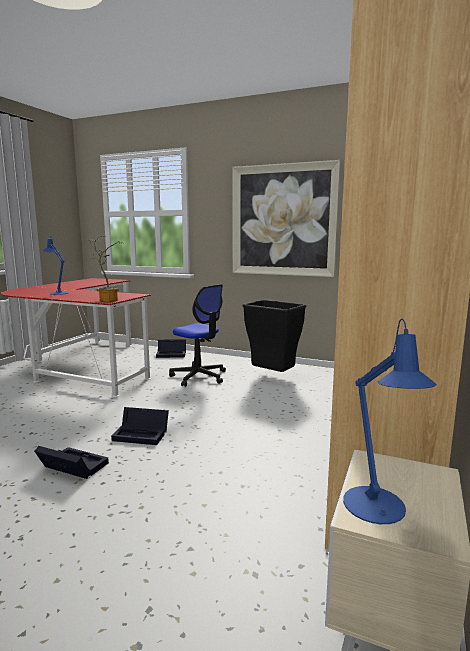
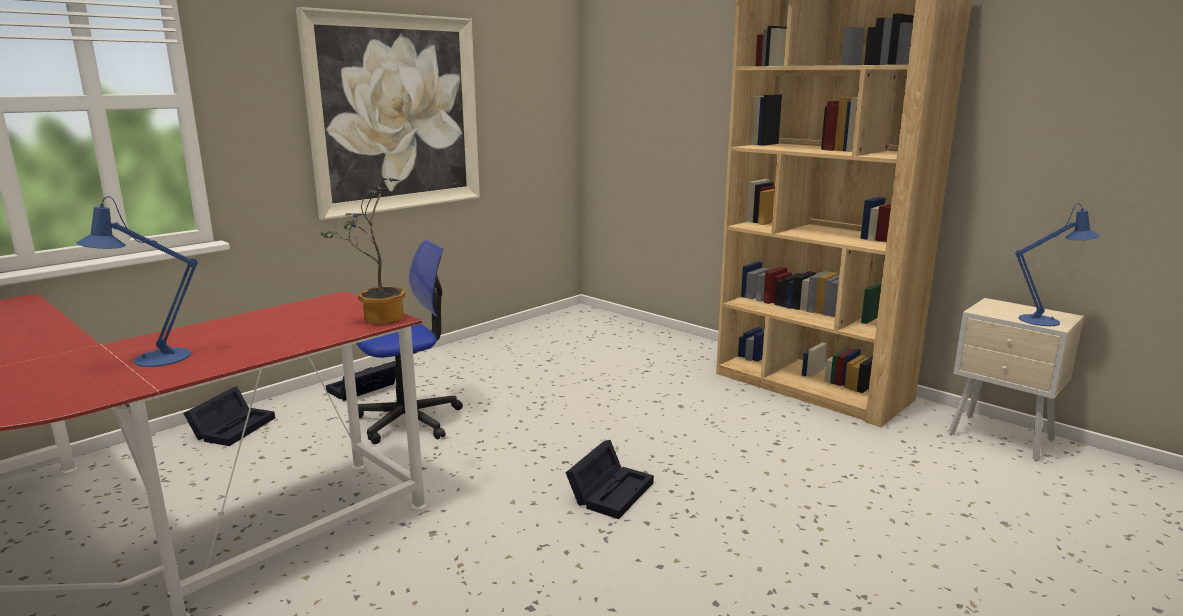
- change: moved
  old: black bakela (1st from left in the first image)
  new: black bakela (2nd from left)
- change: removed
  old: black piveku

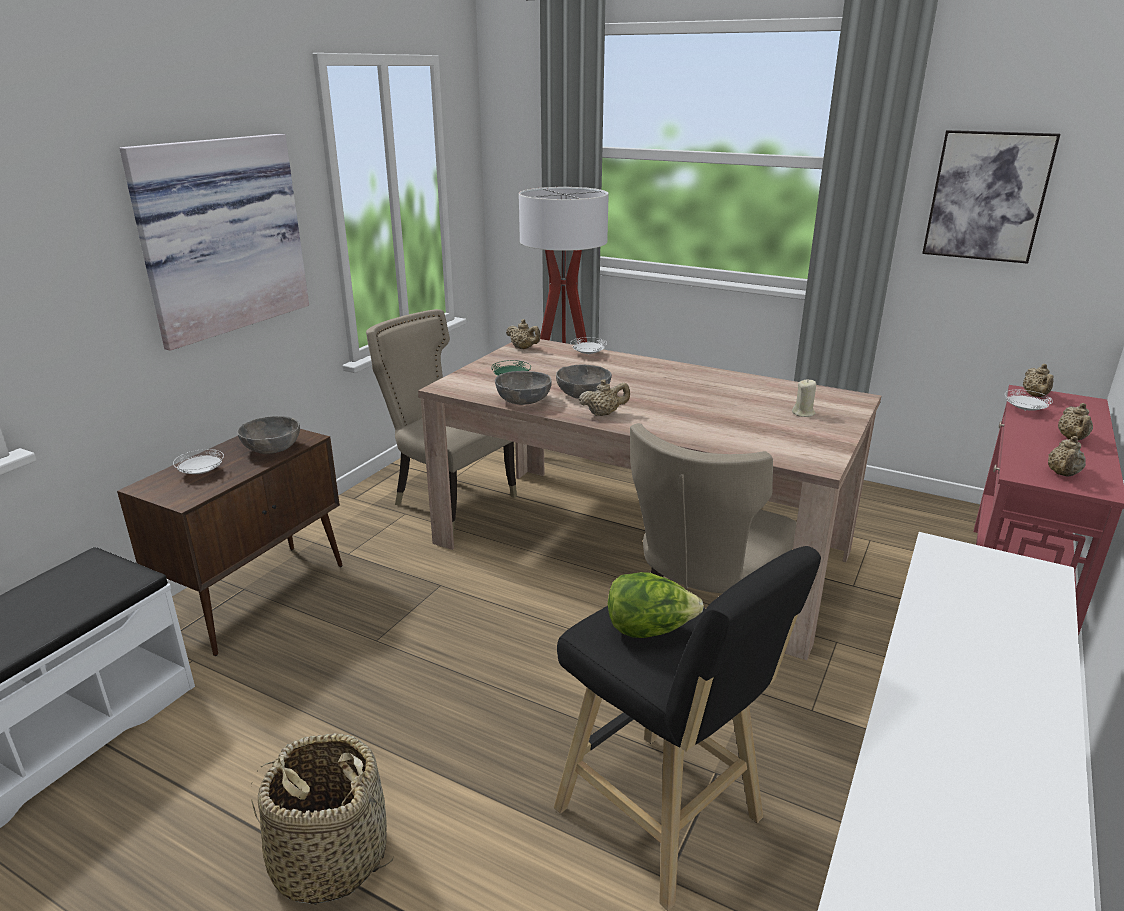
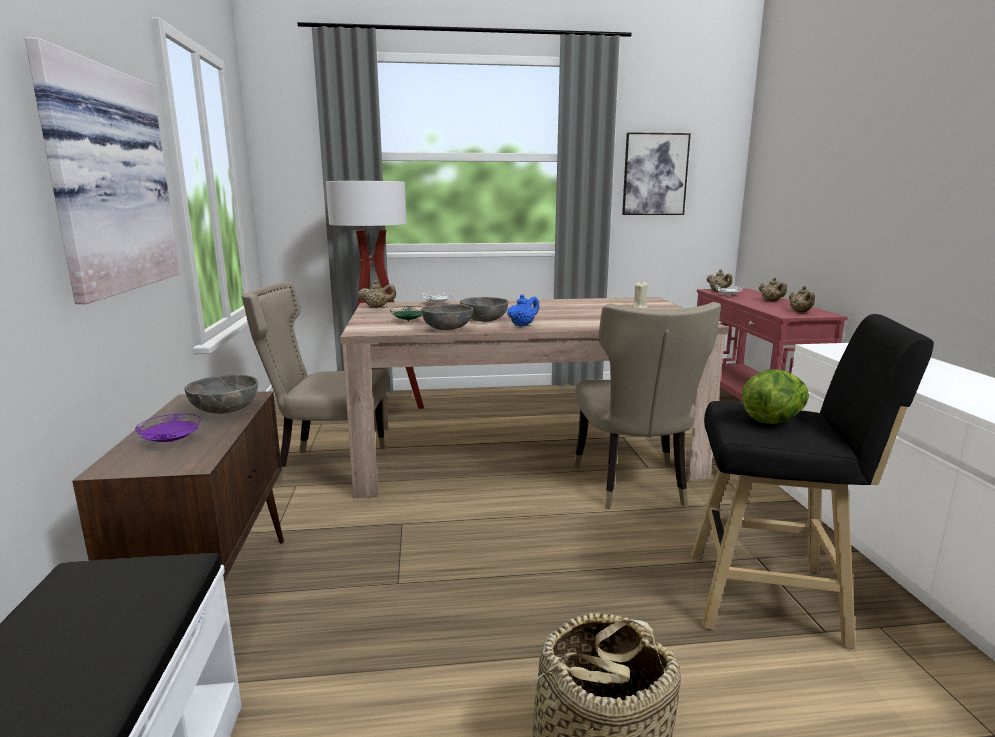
- change: recoloured
  old: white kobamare (1st from left)
  new: purple kobamare
- change: recoloured
  old: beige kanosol (2nd from left)
  new: blue kanosol

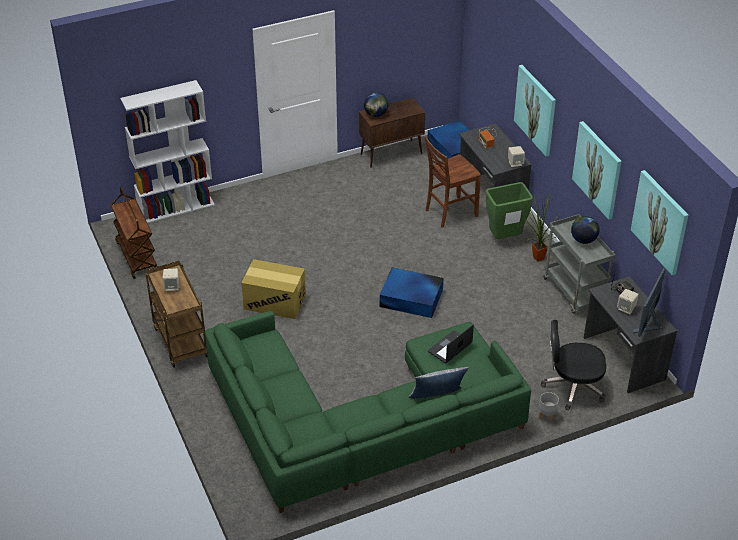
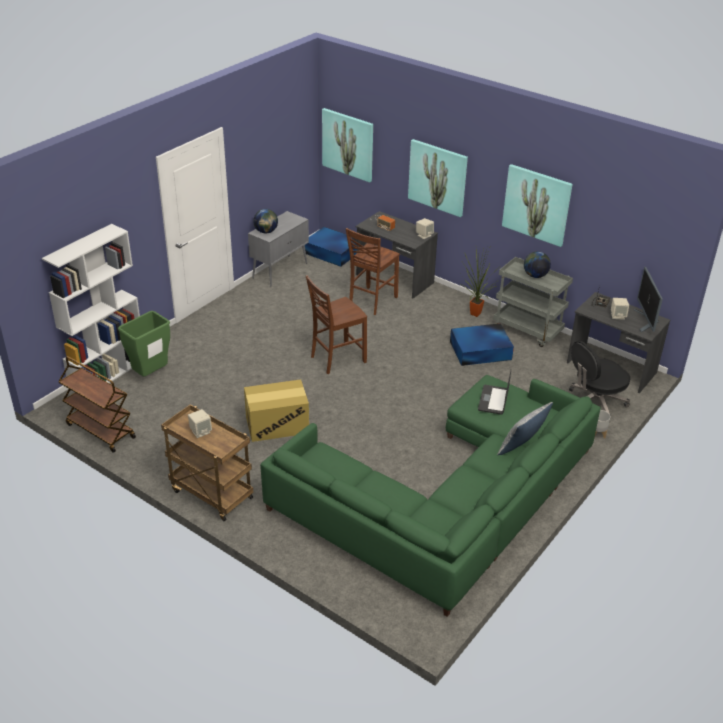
- change: recoloured
  old: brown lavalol
  new: grey lavalol
- change: moved
  old: blue bakela (1st from left in the first image)
  new: blue bakela (2nd from left)
- change: moved
  old: green piveku
- change: moved
  old: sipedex (3rd from left in the first image)
  new: sipedex (1st from left)
- change: added
  new: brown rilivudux (1st from left)

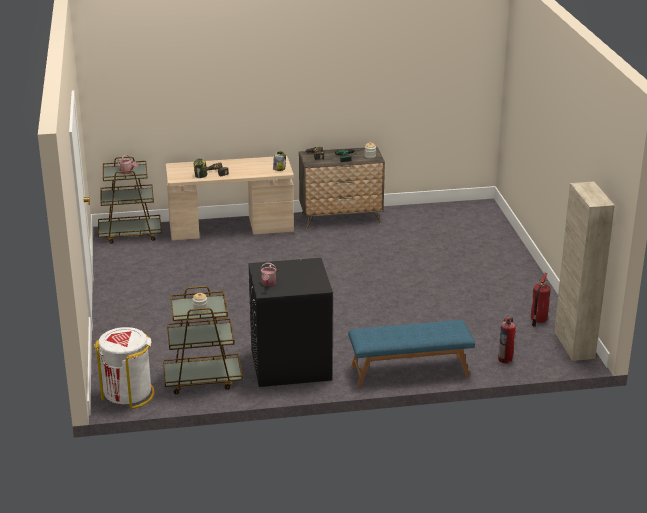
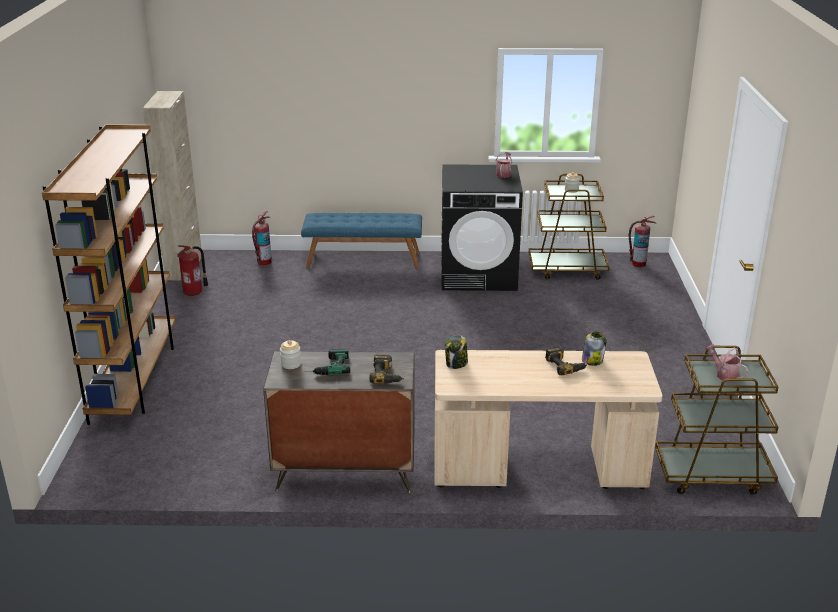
- change: replaced
  old: white piveku
  new: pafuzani (3rd from left)
- change: added
  new: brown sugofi

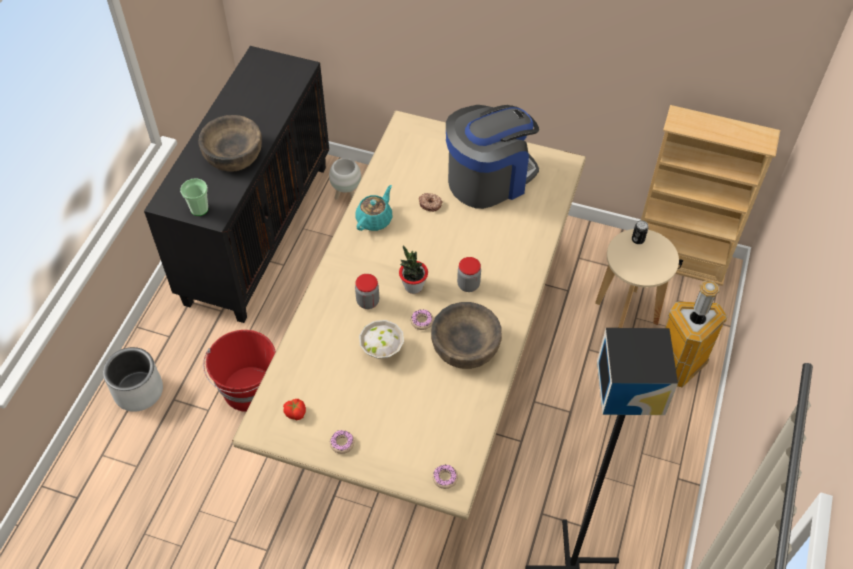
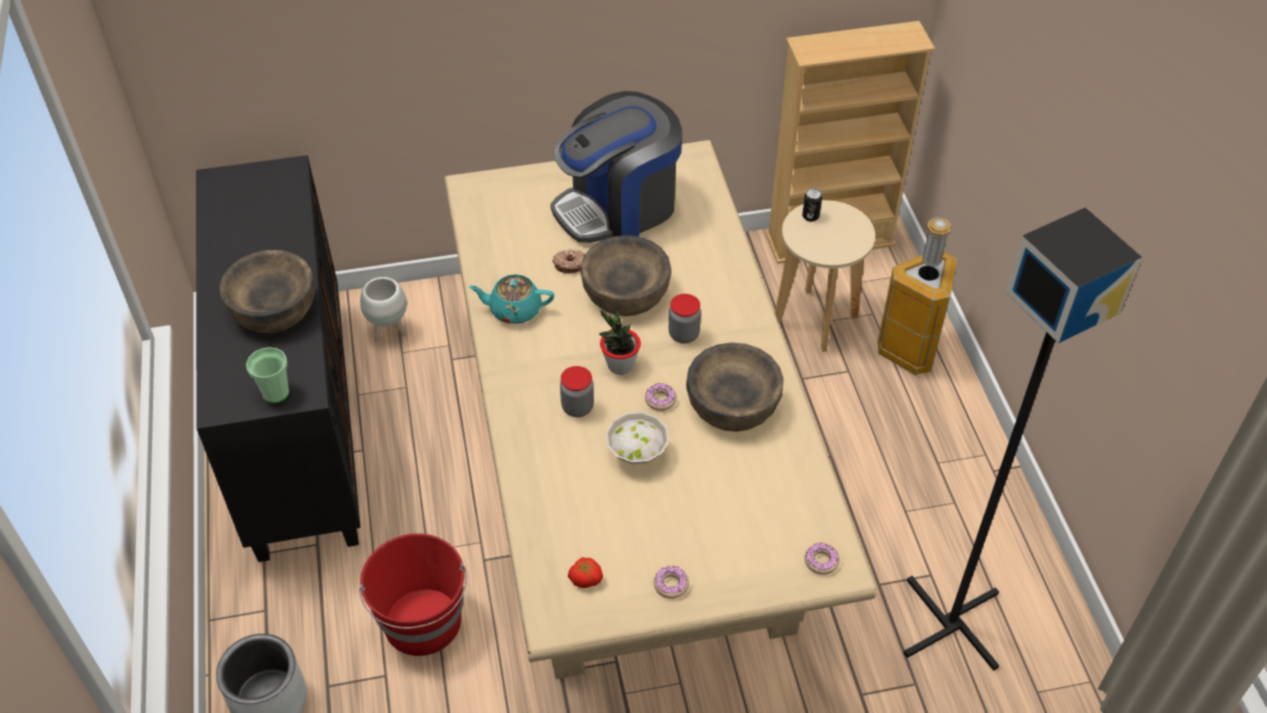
- change: turned
  old: turquoise kanosol
  degrees: -90
- change: turned
  old: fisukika
  degrees: -150
- change: added
  new: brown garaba (2nd from left)

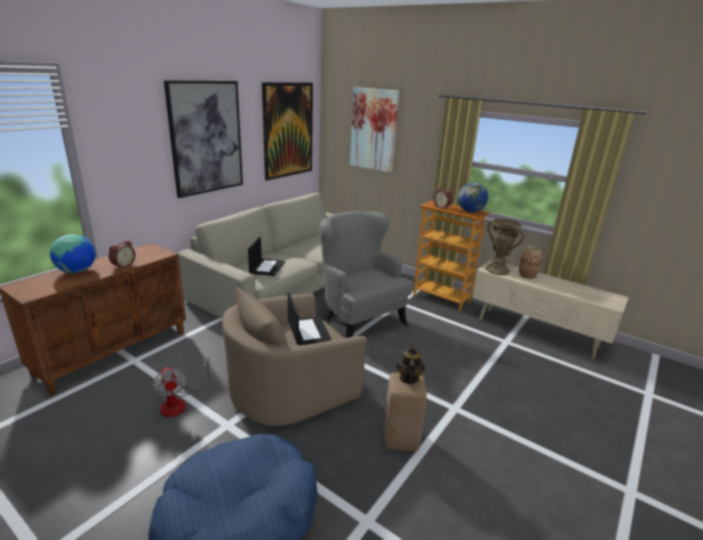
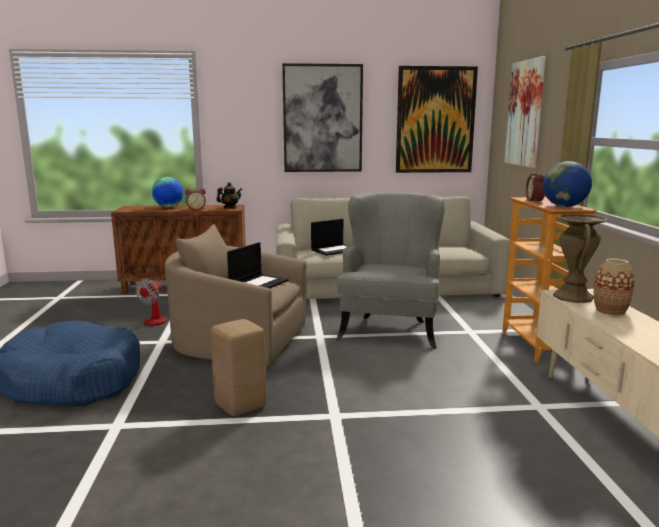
- change: moved
  old: kanosol

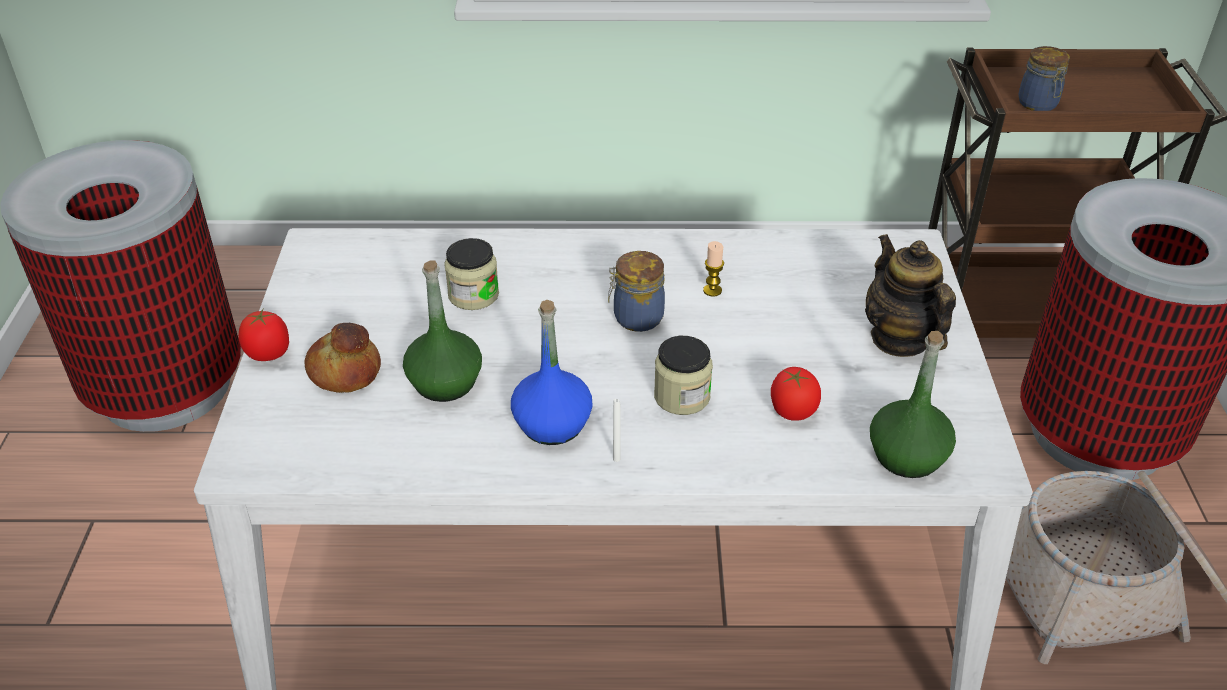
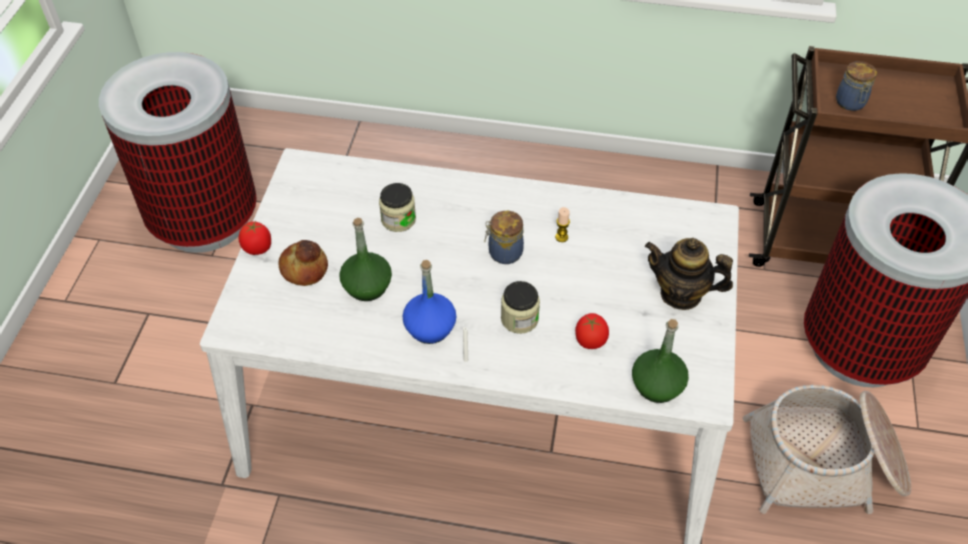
- change: turned
  old: kanosol
  degrees: -60

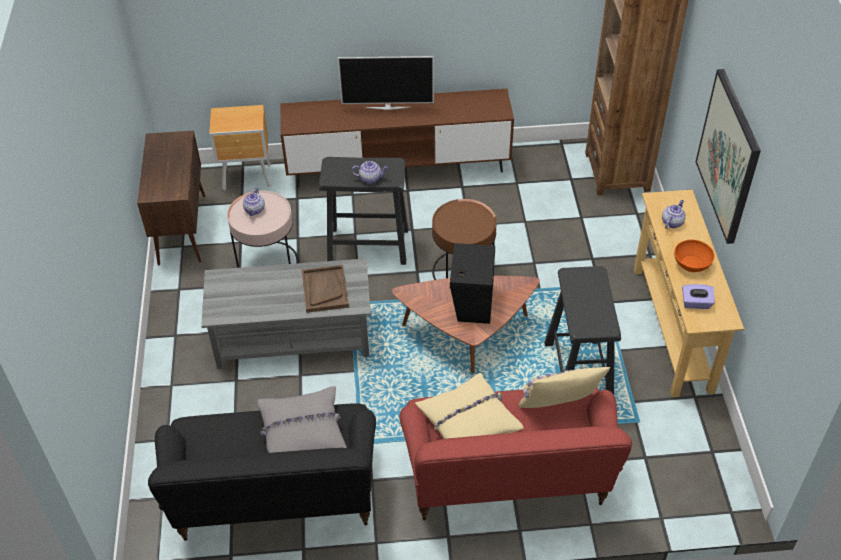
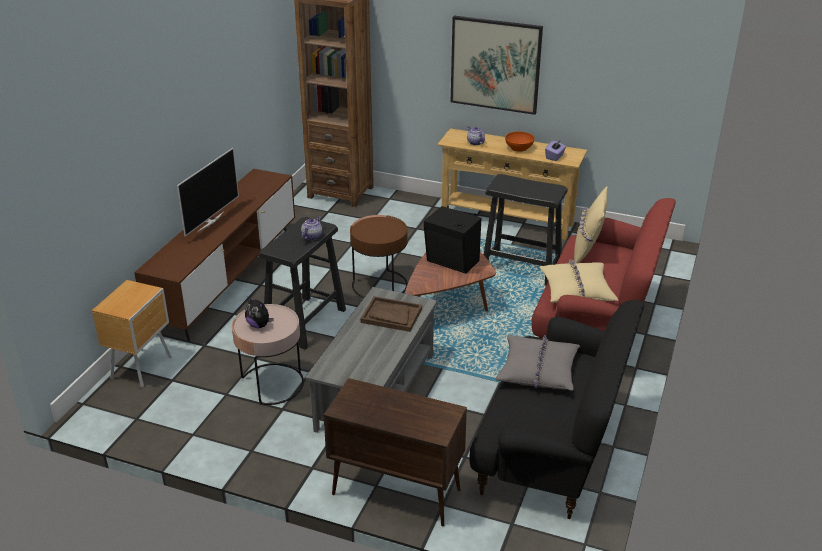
- change: moved
  old: brown lavalol
- change: replaced
  old: kanosol (1st from left)
  new: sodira

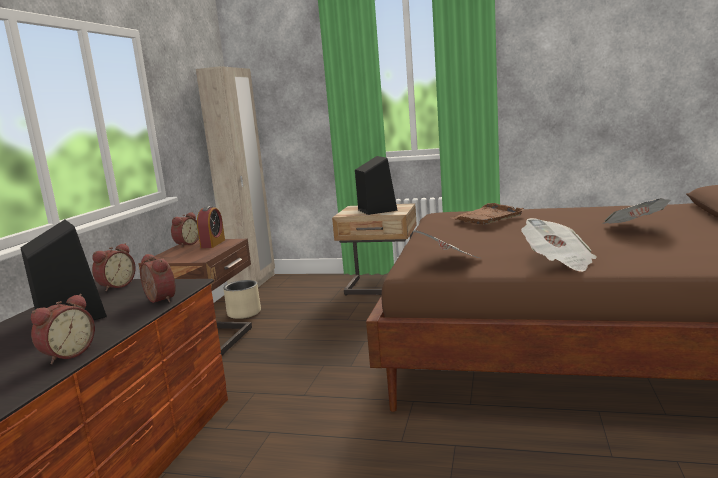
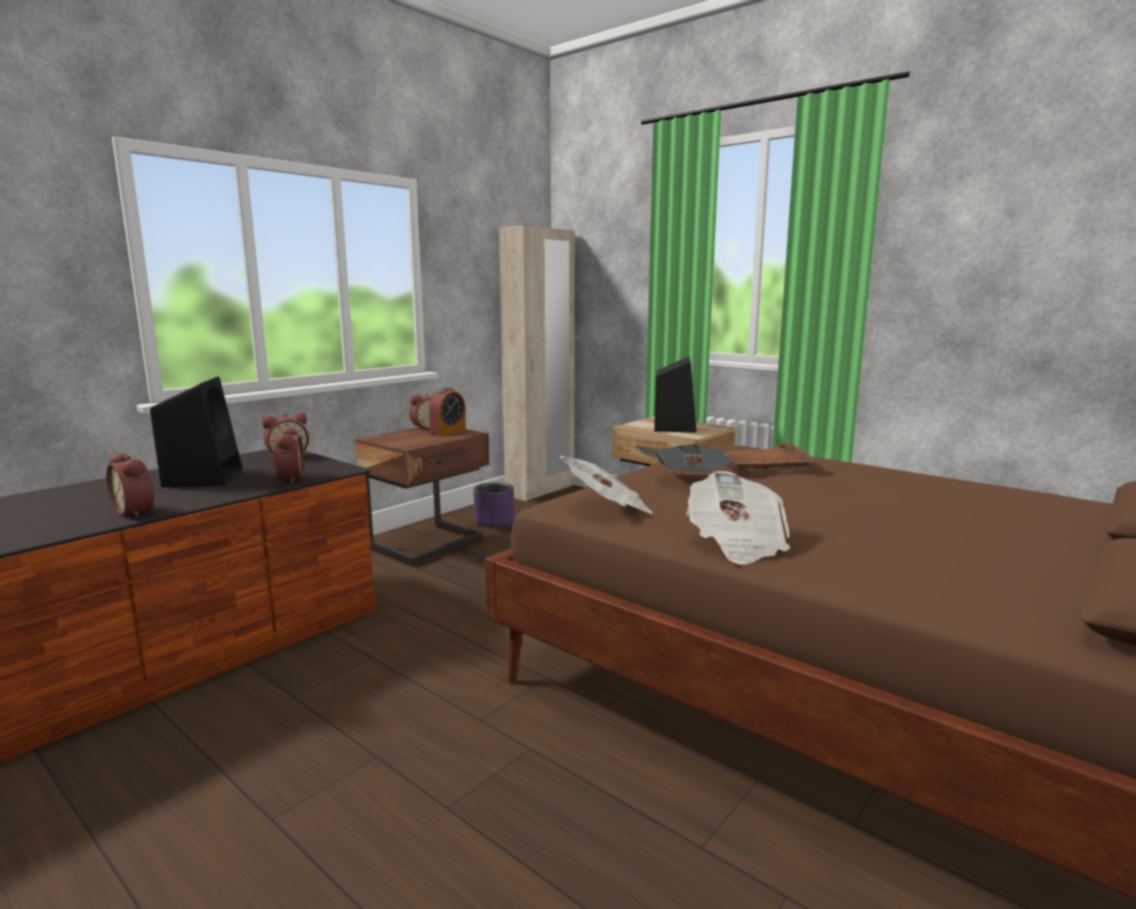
- change: turned
  old: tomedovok (1st from left)
  degrees: 75
- change: recoloured
  old: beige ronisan
  new: purple ronisan
- change: moved
  old: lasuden (3rd from left in the first image)
  new: lasuden (2nd from left)

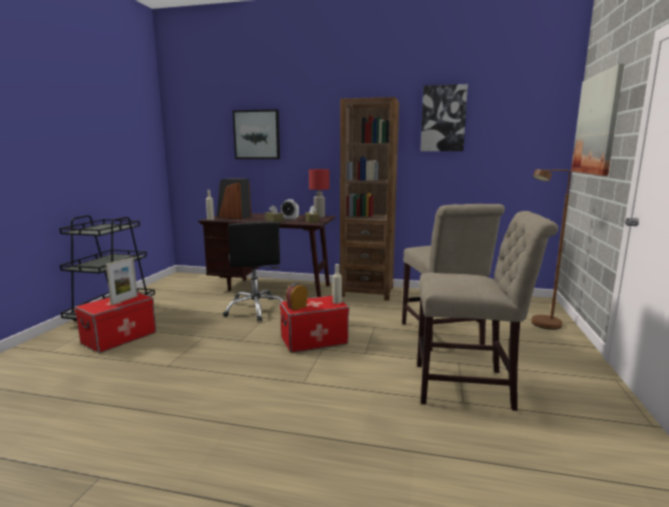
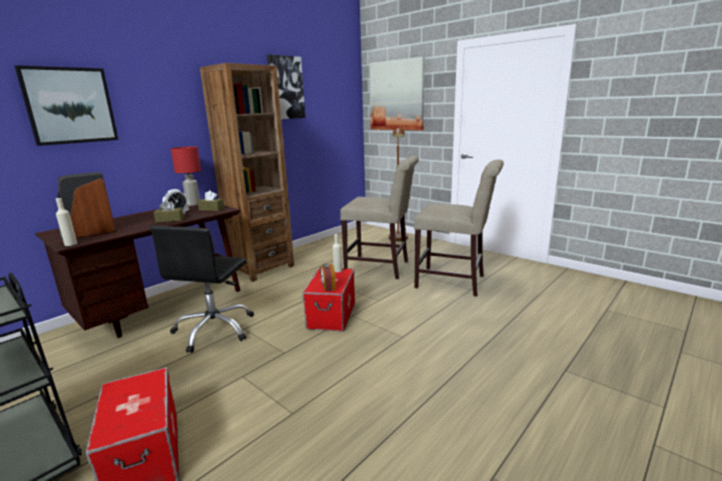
- change: removed
  old: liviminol
- change: turned
  old: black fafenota
  degrees: 90
- change: turned
  old: beige rilivudux (2nd from left)
  degrees: 75

